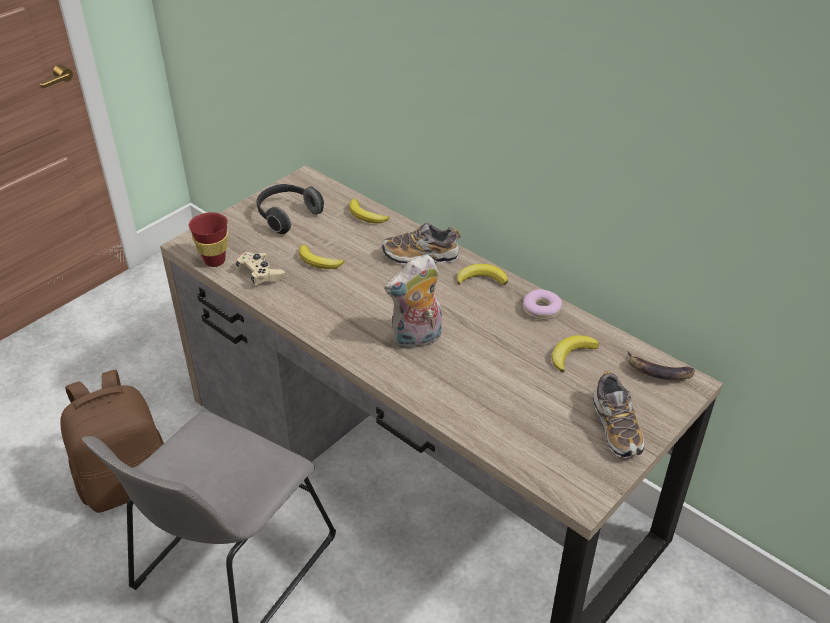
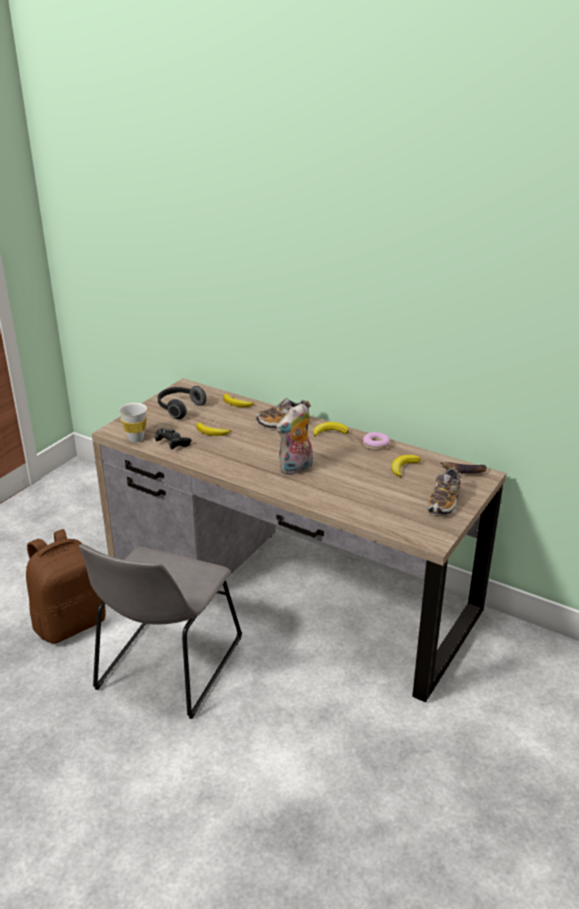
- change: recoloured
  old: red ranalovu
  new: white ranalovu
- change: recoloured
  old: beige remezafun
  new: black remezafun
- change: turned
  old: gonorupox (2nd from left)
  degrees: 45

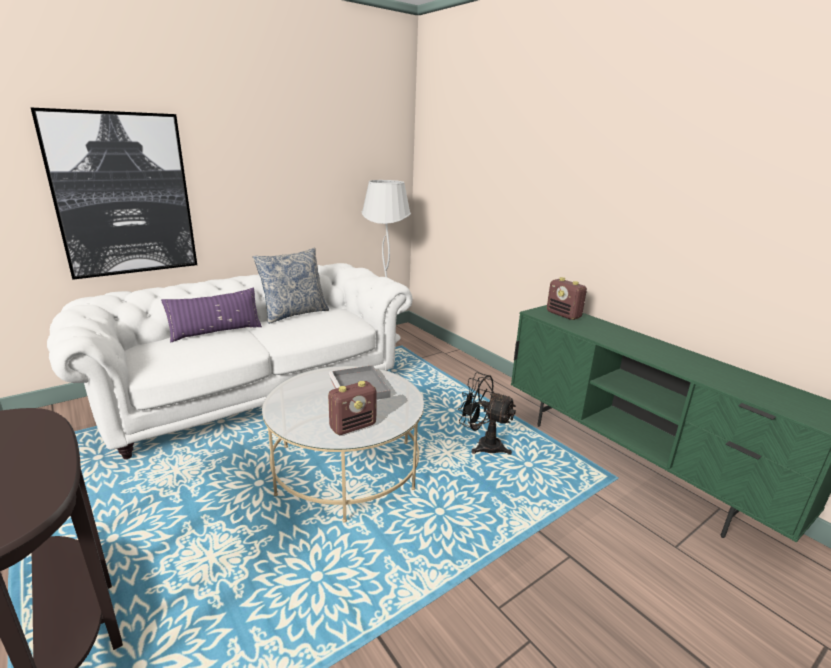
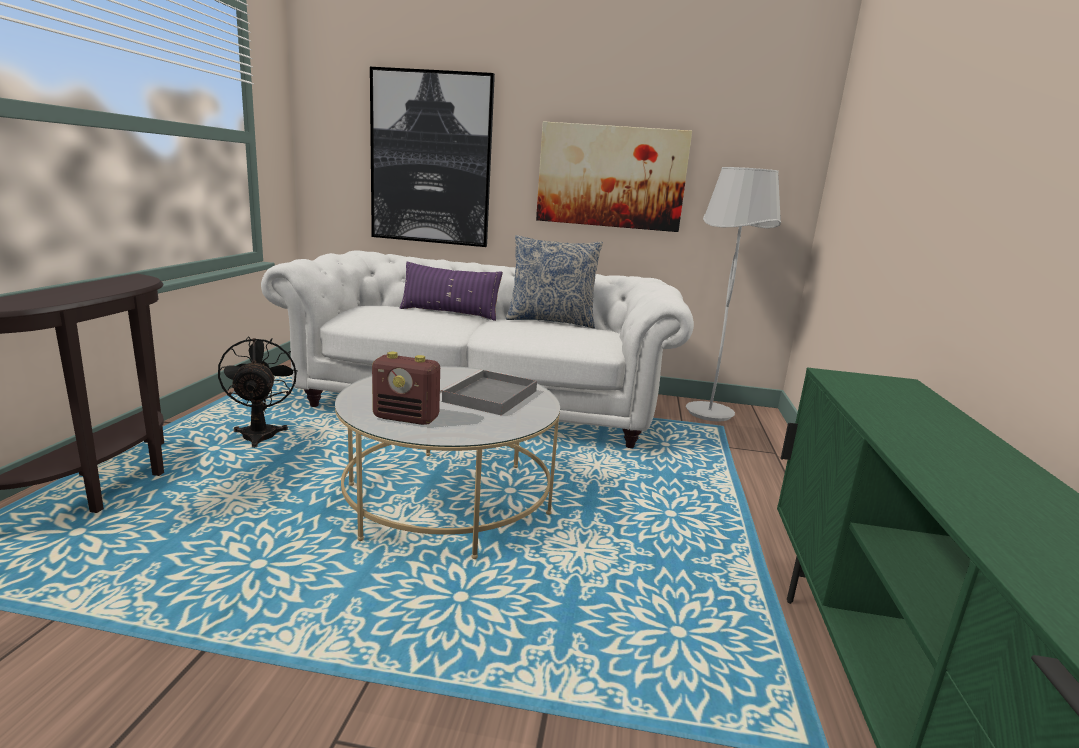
- change: moved
  old: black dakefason
- change: removed
  old: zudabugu (2nd from left)
- change: added
  new: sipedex (2nd from left)

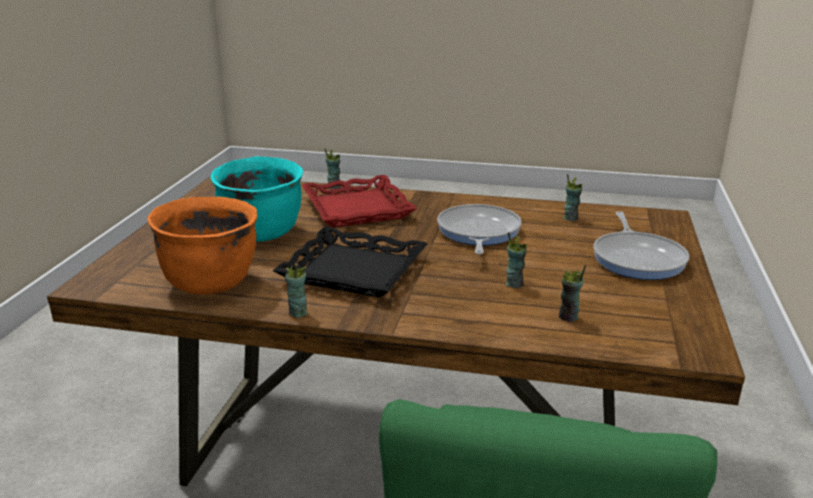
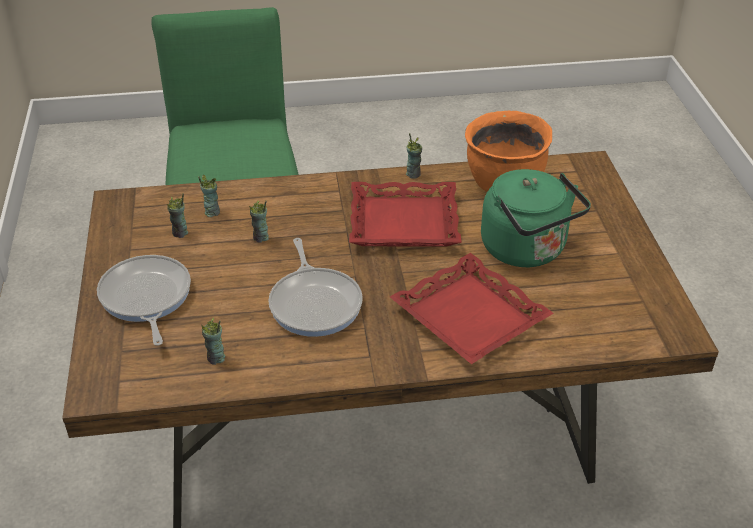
- change: replaced
  old: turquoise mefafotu
  new: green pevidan
- change: recoloured
  old: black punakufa
  new: red punakufa (1st from left)
- change: moved
  old: ranalovu (2nd from left in the first image)
  new: ranalovu (1st from left)

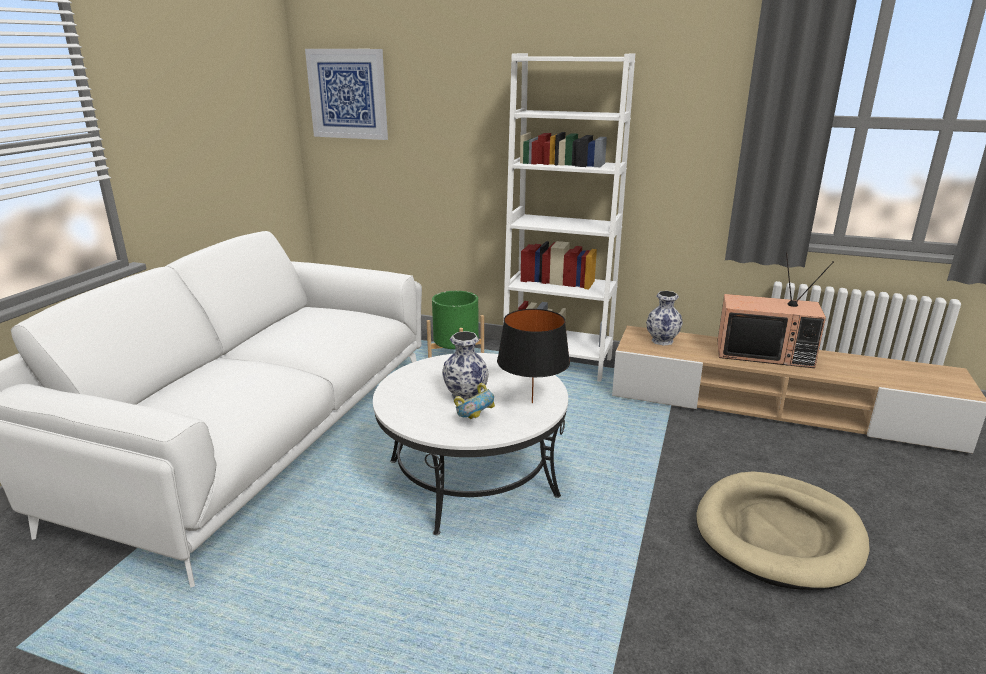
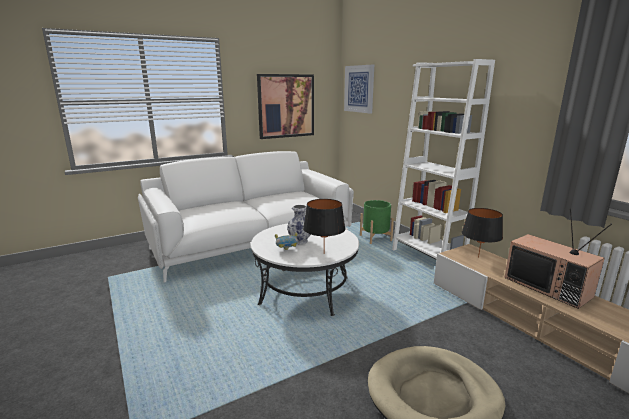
- change: replaced
  old: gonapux (2nd from left)
  new: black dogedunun (2nd from left)
- change: added
  new: sipedex (1st from left)

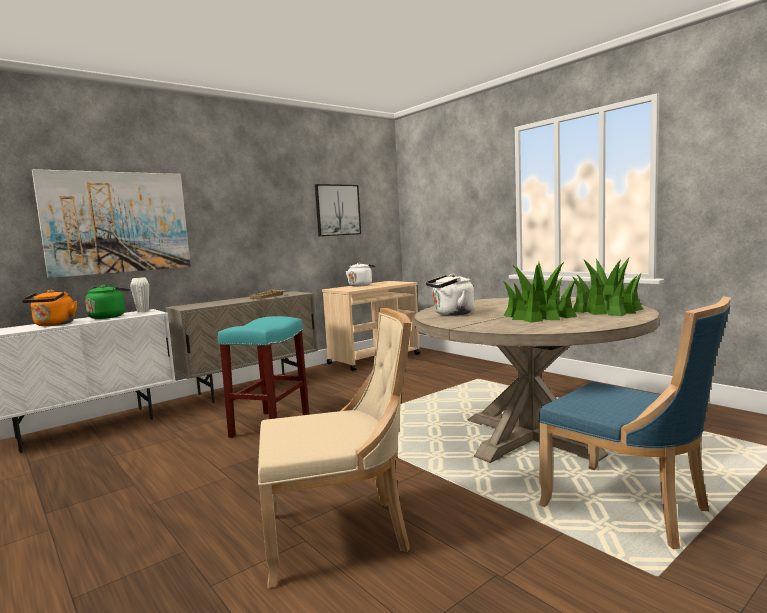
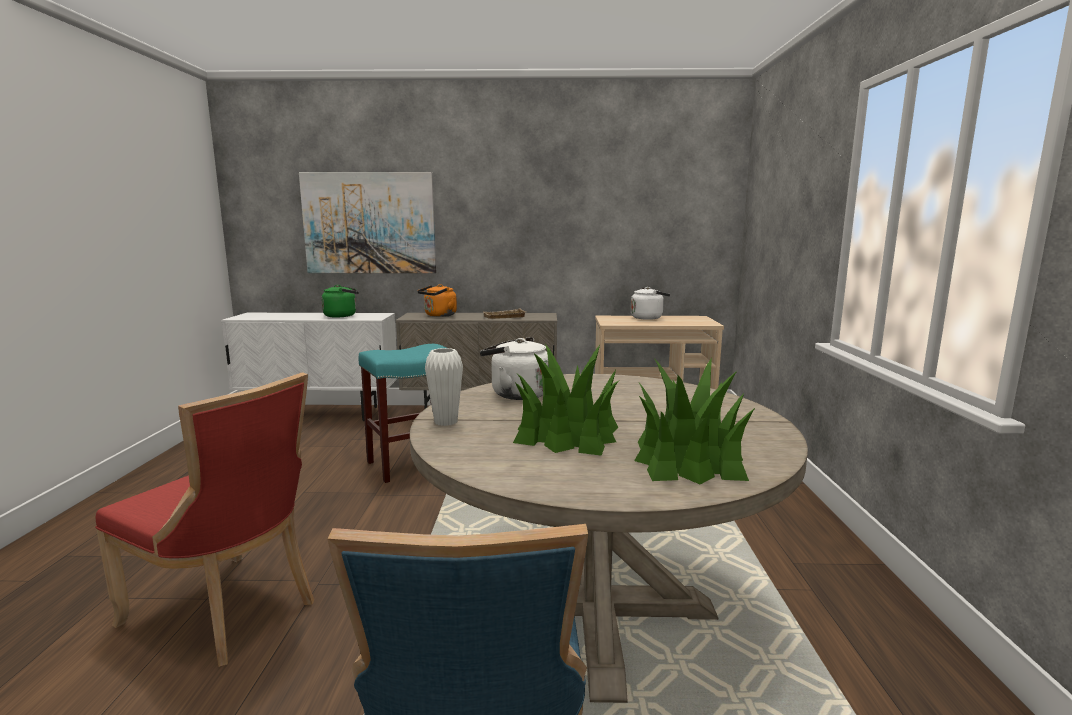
- change: moved
  old: orange pevidan
- change: moved
  old: white gonapux
- change: recoloured
  old: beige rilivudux
  new: red rilivudux
- change: removed
  old: sipedex (2nd from left)

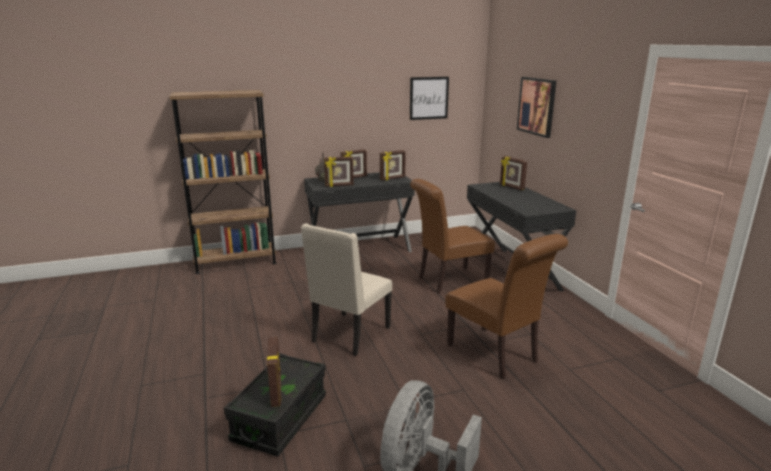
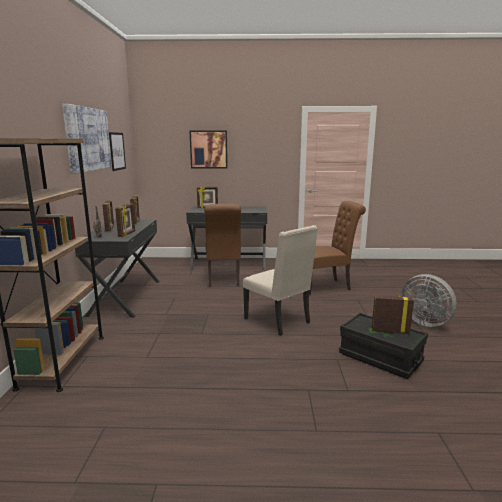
- change: added
  new: sipedex (1st from left)

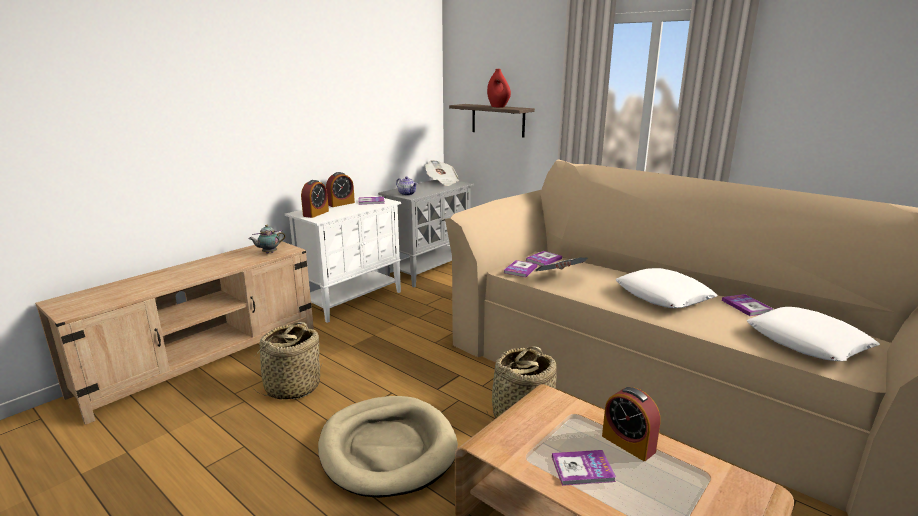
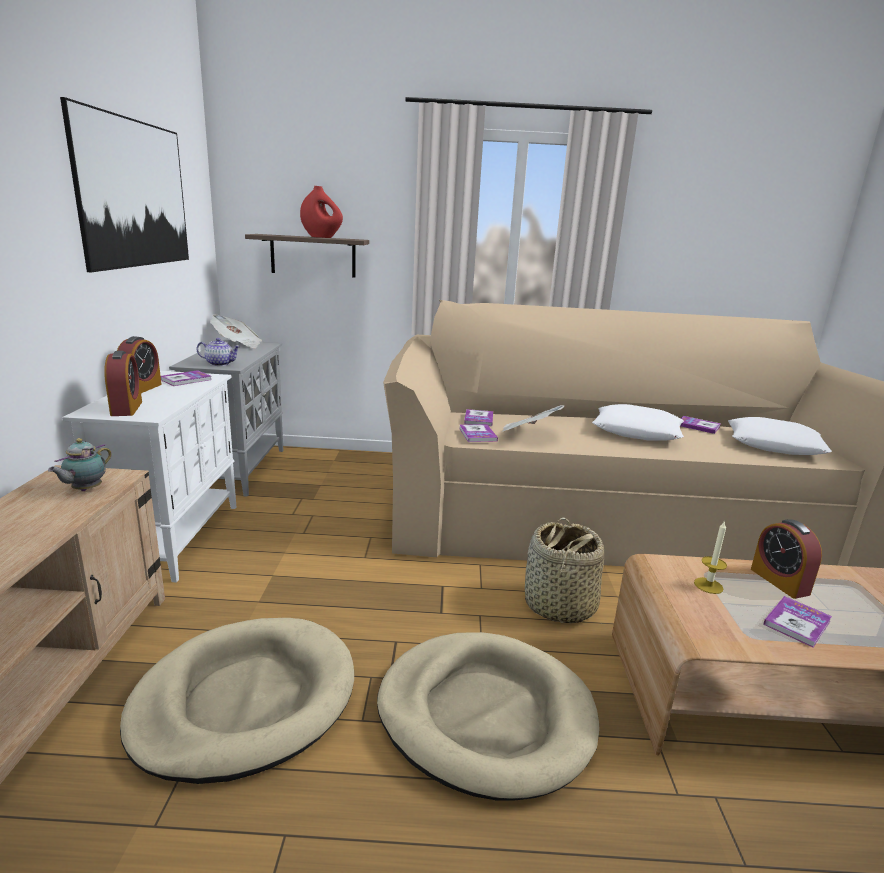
- change: replaced
  old: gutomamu (1st from left)
  new: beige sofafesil (1st from left)
- change: turned
  old: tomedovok (3rd from left)
  degrees: 60
- change: added
  new: sipedex
- change: added
  new: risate

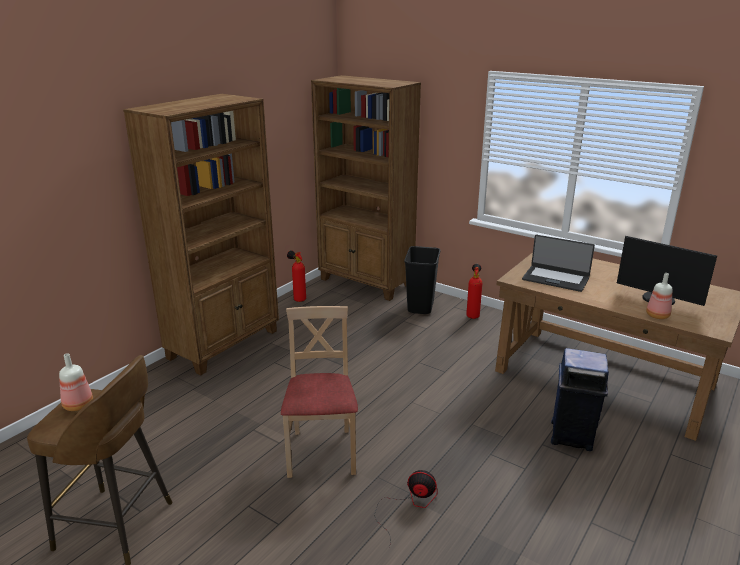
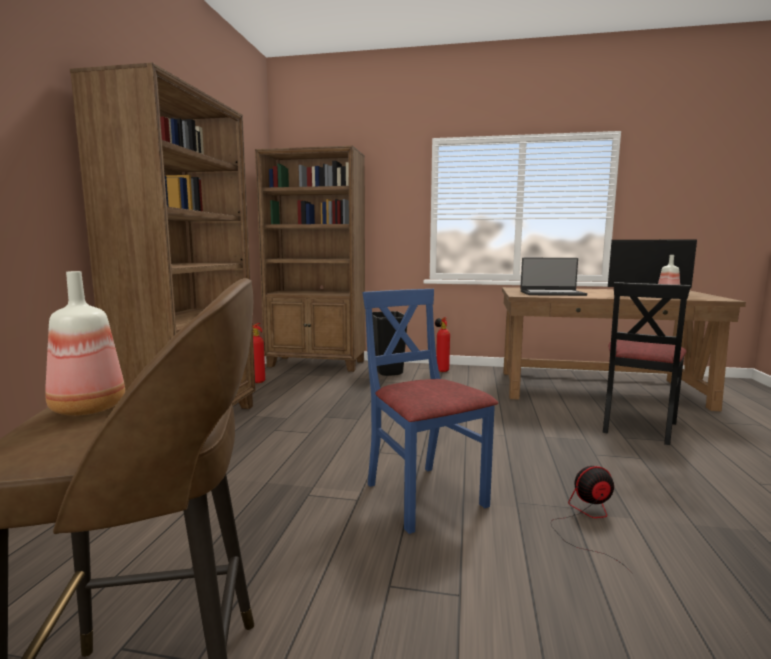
- change: recoloured
  old: beige rilivudux
  new: blue rilivudux
- change: replaced
  old: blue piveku
  new: black rilivudux

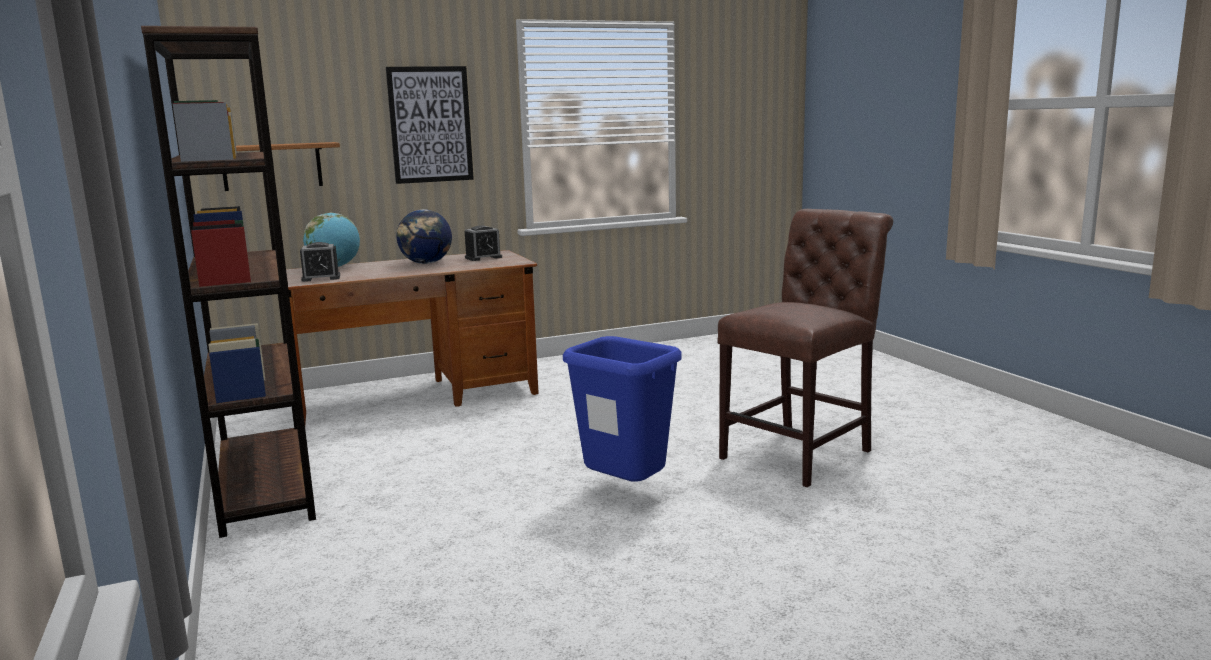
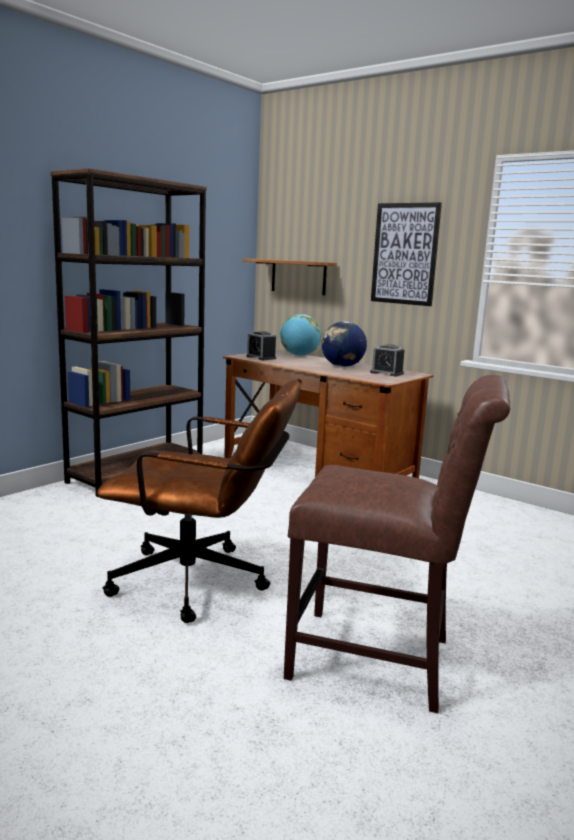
- change: replaced
  old: blue piveku
  new: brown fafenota

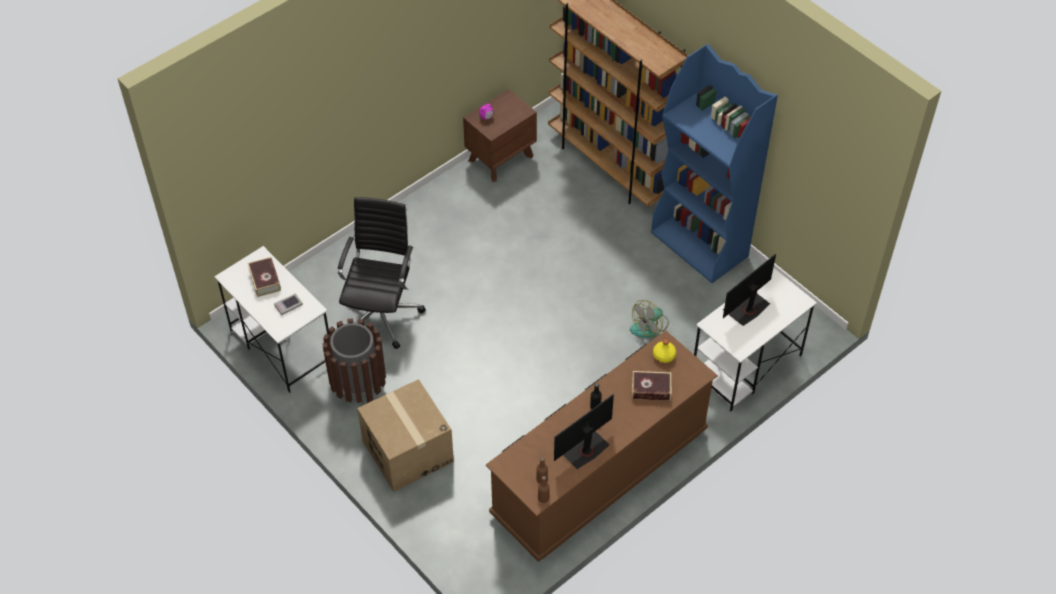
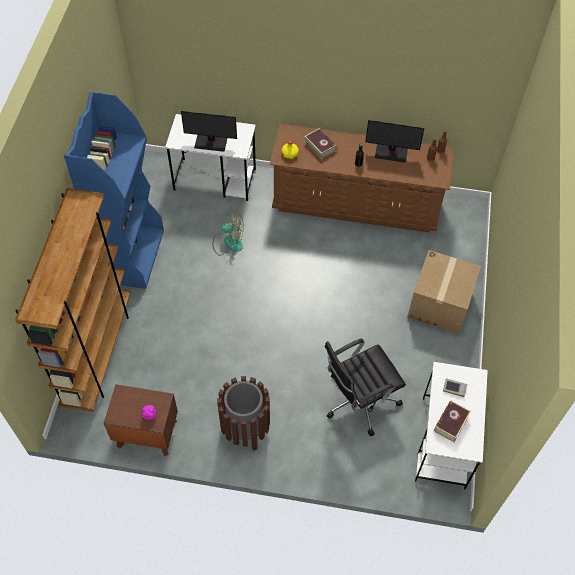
- change: moved
  old: brown piveku

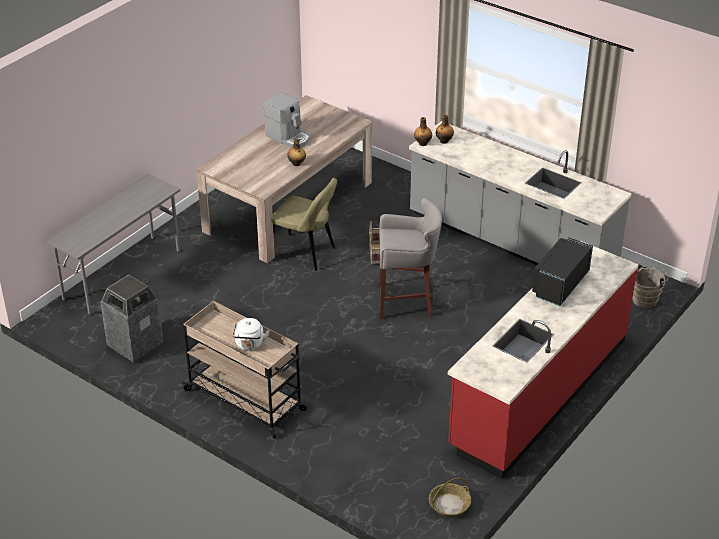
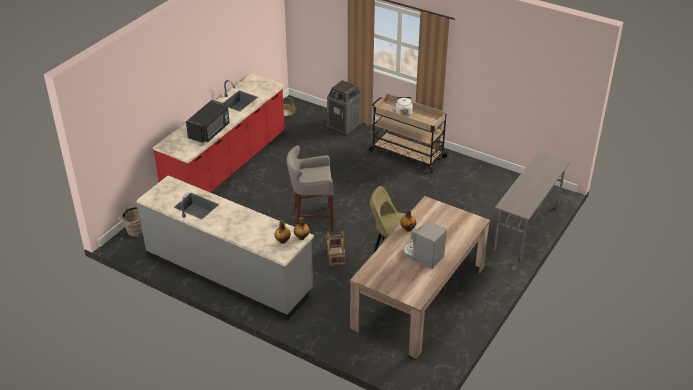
- change: moved
  old: piveku

